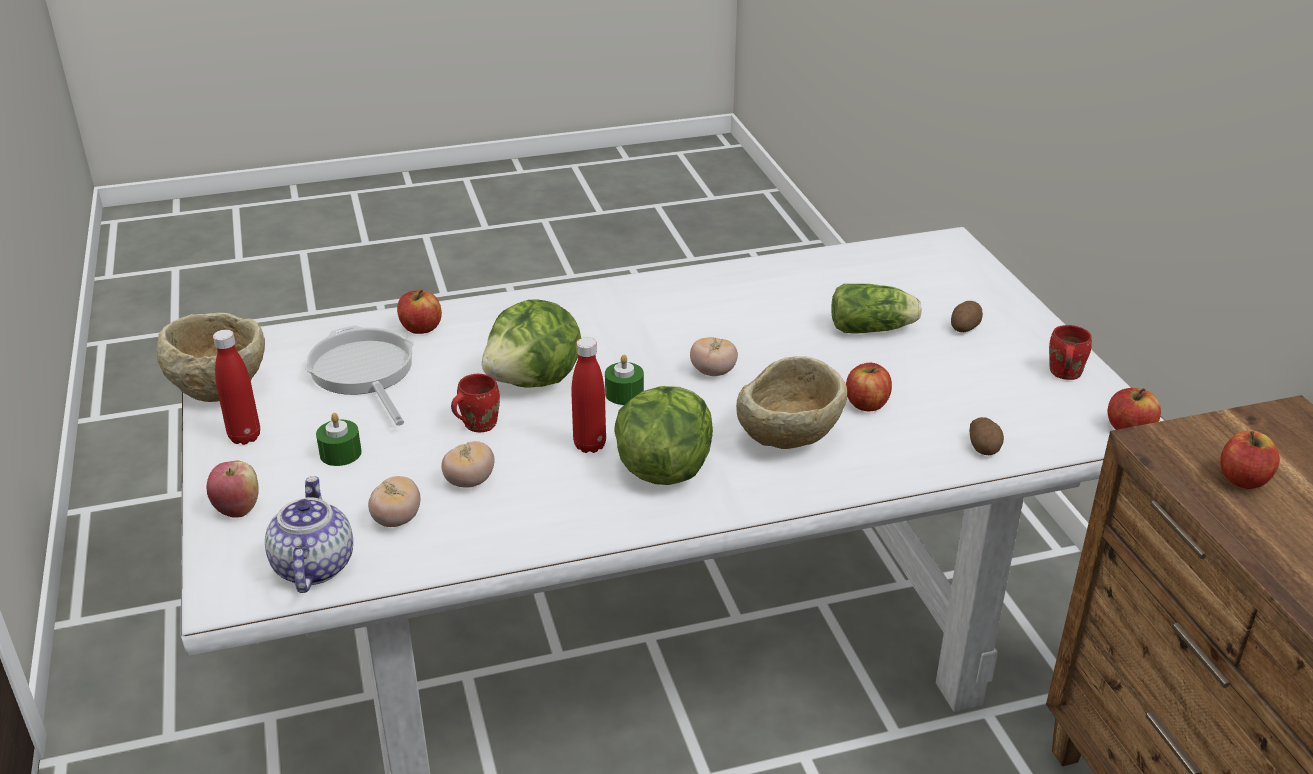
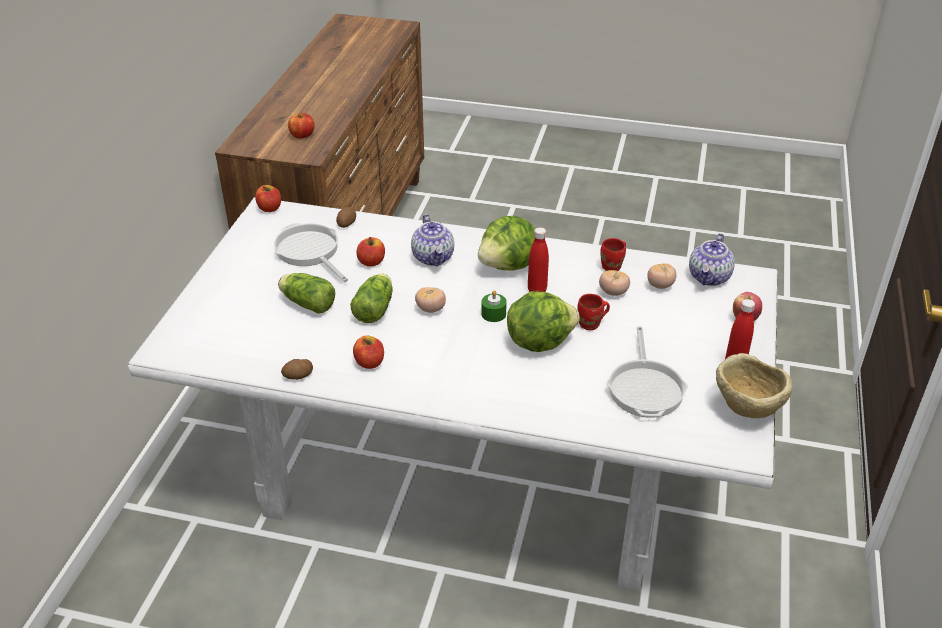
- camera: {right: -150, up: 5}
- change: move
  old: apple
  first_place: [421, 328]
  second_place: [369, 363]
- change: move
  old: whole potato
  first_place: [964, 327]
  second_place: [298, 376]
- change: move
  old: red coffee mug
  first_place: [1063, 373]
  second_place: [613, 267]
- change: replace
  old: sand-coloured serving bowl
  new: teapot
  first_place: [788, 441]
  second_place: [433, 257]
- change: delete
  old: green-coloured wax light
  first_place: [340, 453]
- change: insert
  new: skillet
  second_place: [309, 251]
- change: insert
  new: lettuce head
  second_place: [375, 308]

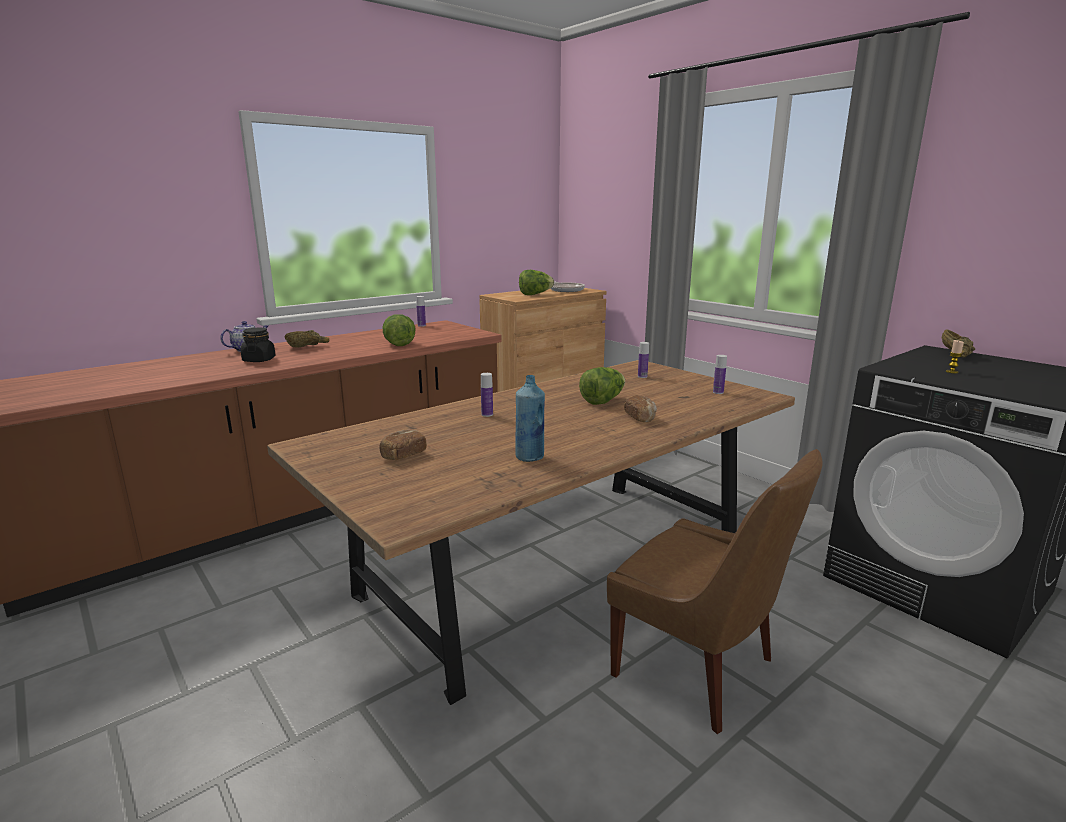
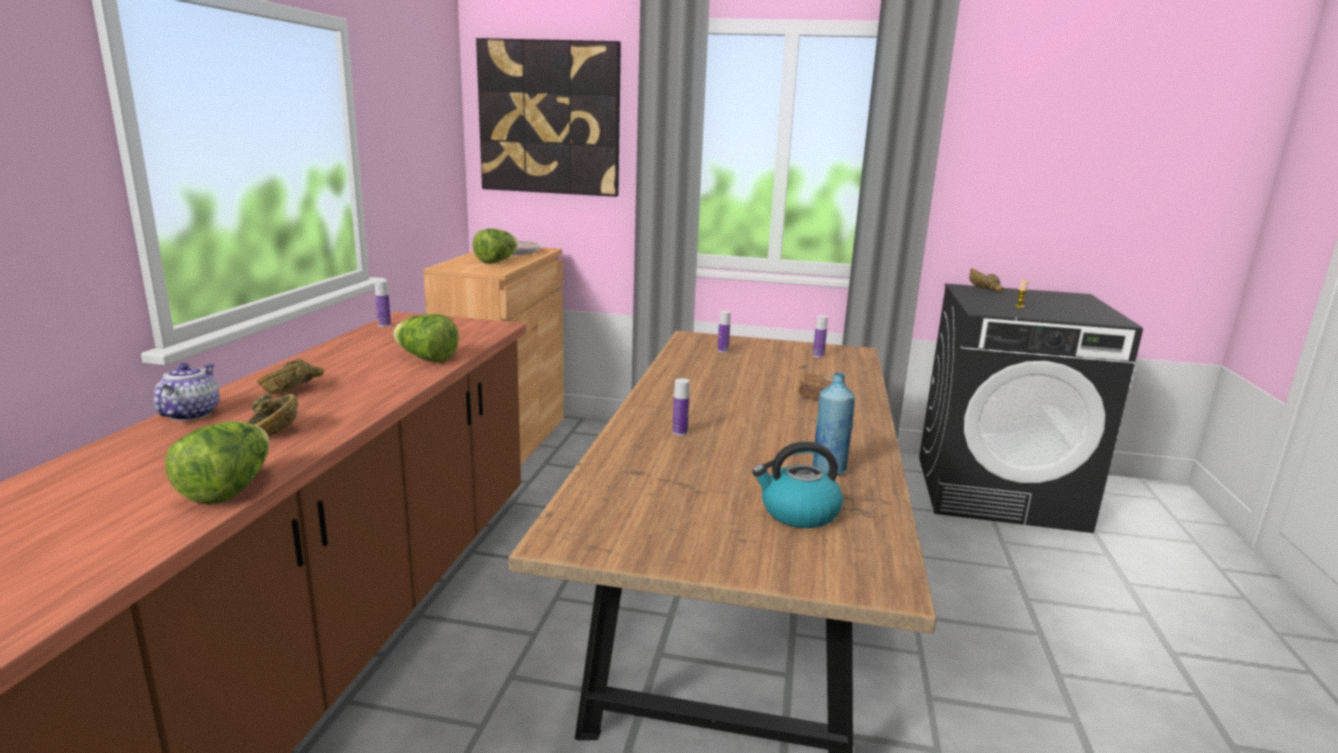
- camera: {right: -40, up: 0}
- change: replace
  old: black preserve jar
  new: brown-coloured serving bowl
  first_place: [259, 360]
  second_place: [270, 427]
- change: move
  old: lettuce head
  first_place: [602, 401]
  second_place: [228, 489]
- change: delete
  old: bread
  first_place: [403, 455]
- change: delete
  old: brown-coloured chair
  first_place: [699, 670]
- change: insert
  new: wall picture
  second_place: [550, 118]
- change: insert
  new: water kettle
  second_place: [798, 513]

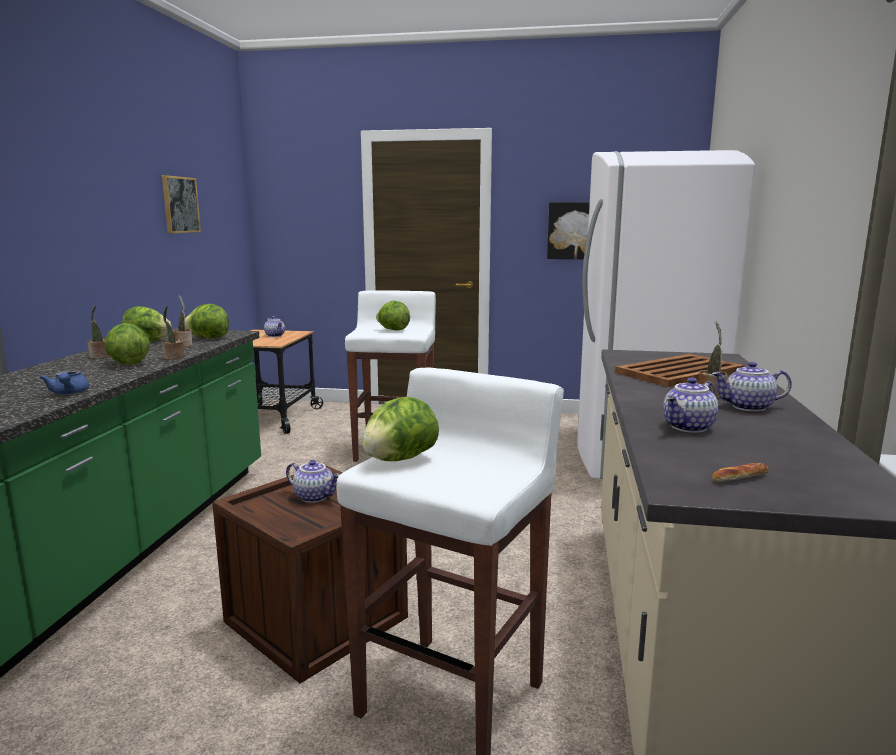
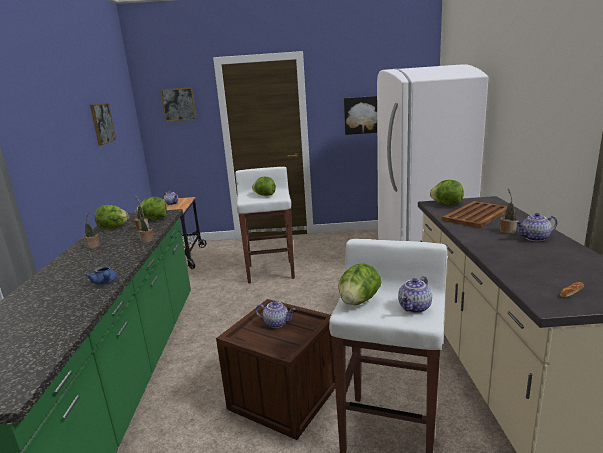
- camera: {right: -10, up: 5}
- change: move
  old: lettuce head
  first_place: [128, 364]
  second_place: [446, 204]
- change: move
  old: teapot
  first_place: [689, 427]
  second_place: [415, 308]
- change: insert
  new: wall picture
  second_place: [179, 104]

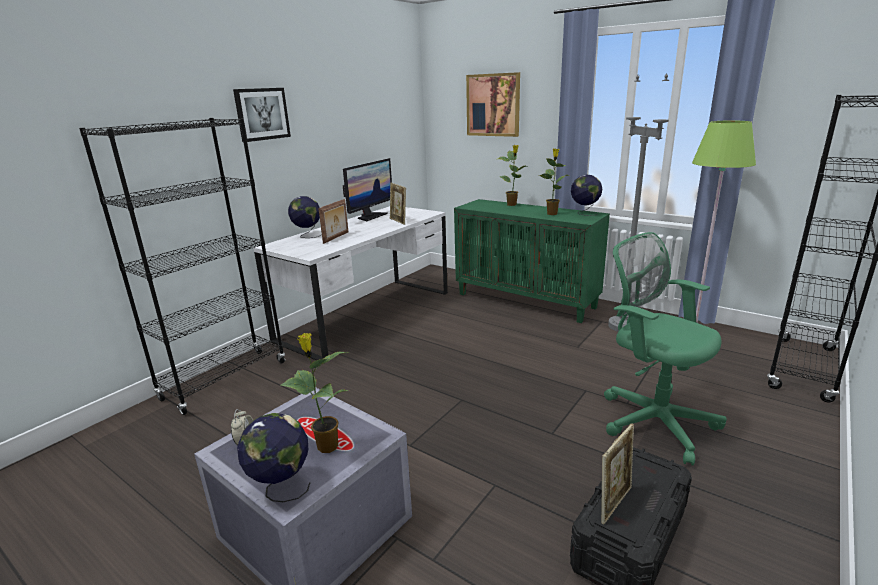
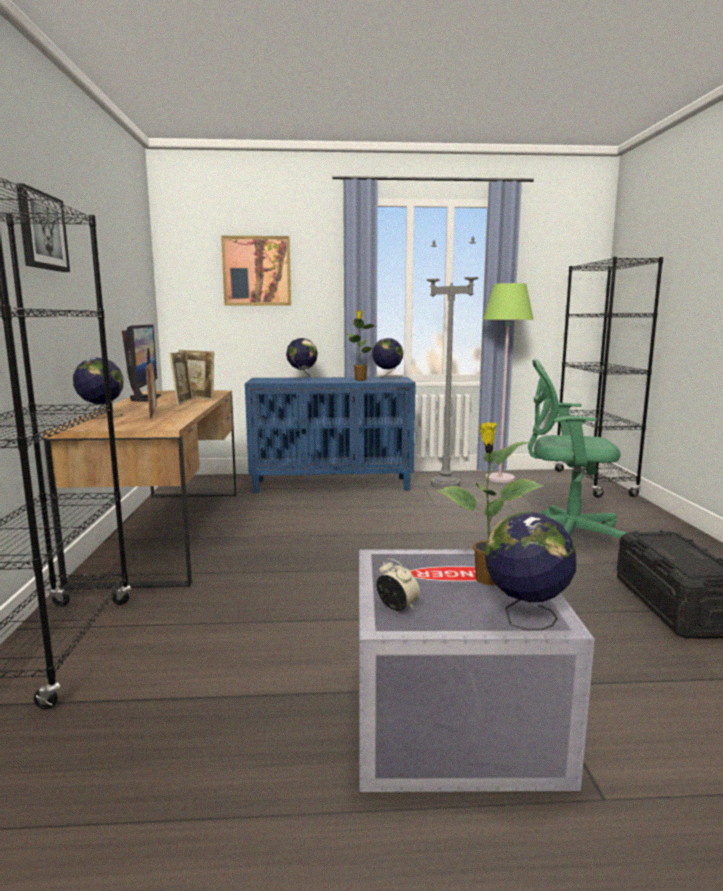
- camera: {right: -40, up: -10}
- change: replace
  old: potted plant
  new: desk globe
  first_place: [512, 204]
  second_place: [302, 378]
- change: recolor
  old: green-coloured cupboard
  new: bluish cupboard
  first_place: [526, 300]
  second_place: [332, 484]
- change: recolor
  old: white-coloured desk table
  new: brown-coloured desk table
  first_place: [367, 315]
  second_place: [168, 532]
- change: move
  old: picture frame
  first_place: [614, 503]
  second_place: [183, 402]

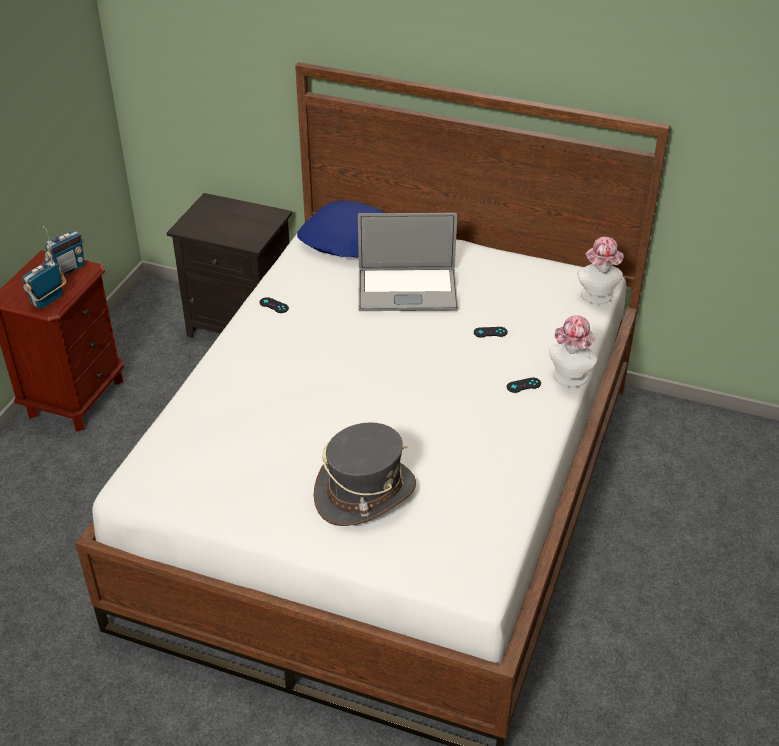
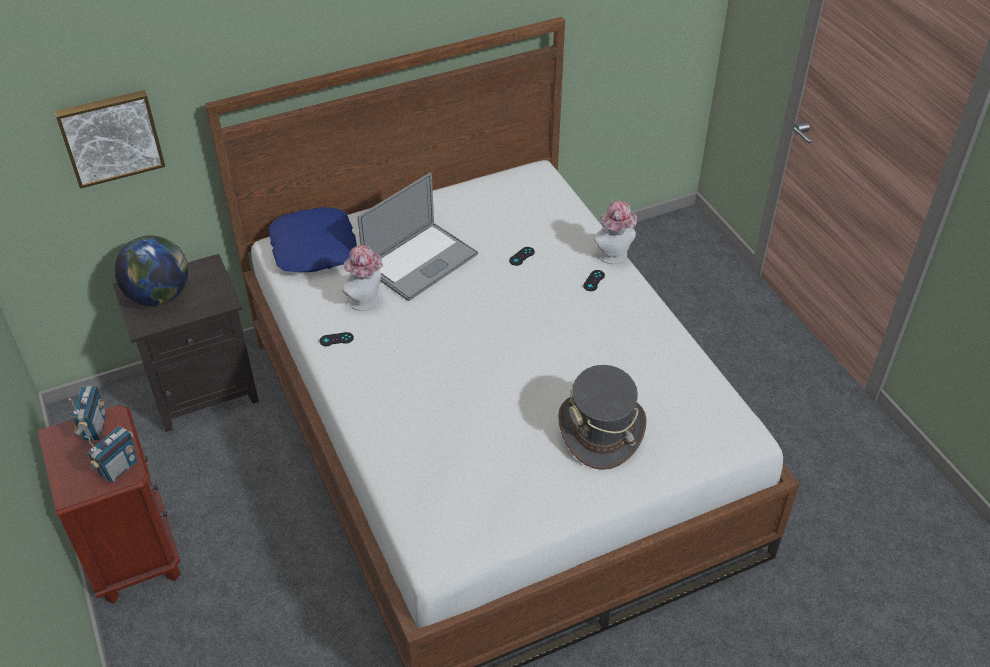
- camera: {right: -45, up: 5}
- change: move
  old: hat
  first_place: [597, 297]
  second_place: [366, 301]
- change: rotate
  old: radio receiver
  first_place: [48, 300]
  second_place: [118, 468]
  degrees: -135
- change: insert
  new: wall picture
  second_place: [110, 137]
- change: insert
  new: desk globe
  second_place: [159, 295]

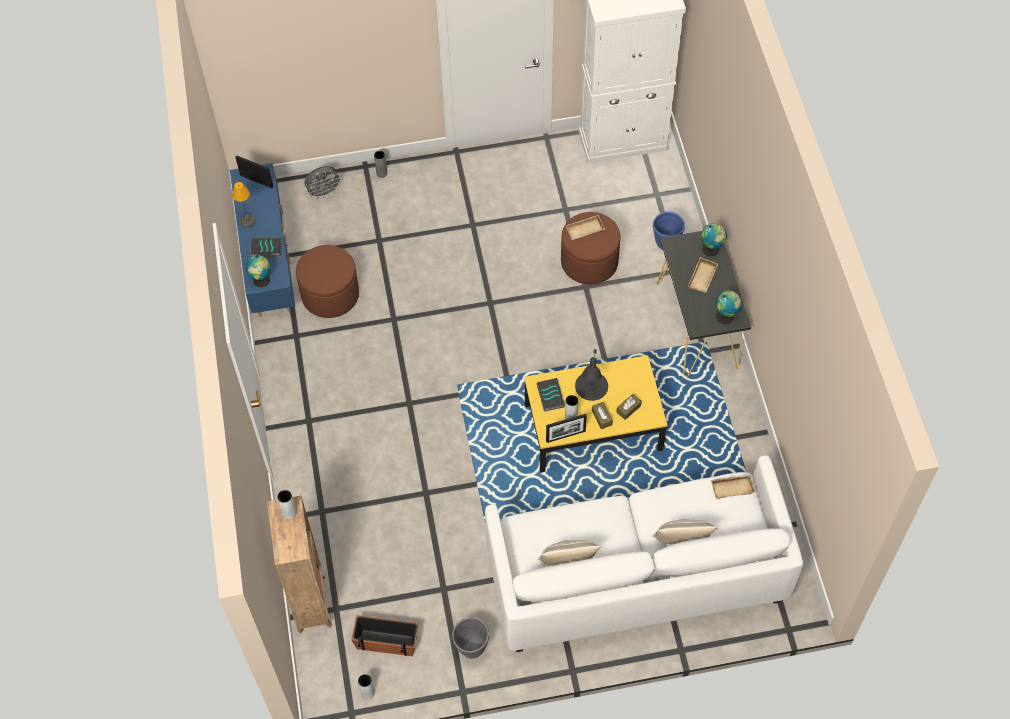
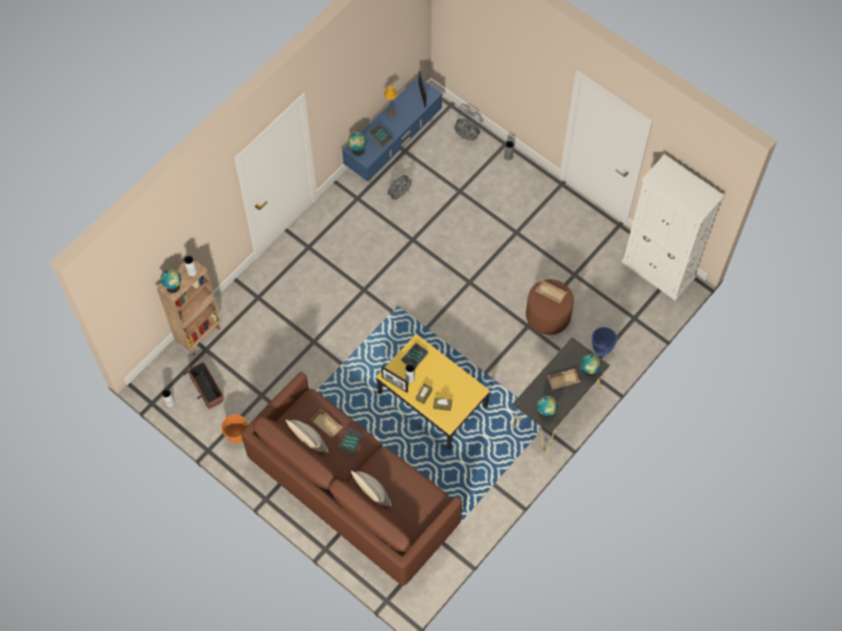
- camera: {right: 50, up: 5}
- change: replace
  old: brown-coloured ottoman
  new: gray cooling fan
  first_place: [330, 294]
  second_place: [399, 194]
- change: delete
  old: black tabletop lamp
  first_place: [591, 386]
- change: recolor
  old: white-coloured sofa
  new: brown-coloured sofa
  first_place: [635, 575]
  second_place: [353, 491]
- change: move
  old: sand-coloured serving tray
  first_place: [732, 487]
  second_place: [327, 424]
- change: recolor
  old: gray plant pot
  new: orange-coloured plant pot
  first_place: [471, 648]
  second_place: [237, 436]
- change: insert
  new: desk globe
  second_place: [174, 287]
- change: insert
  new: book
  second_place: [350, 442]

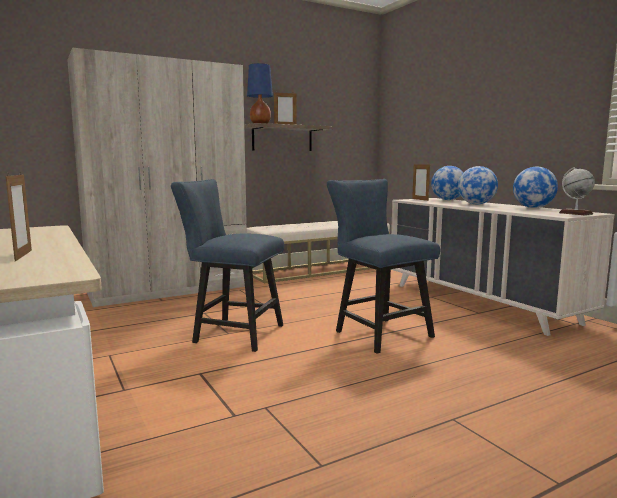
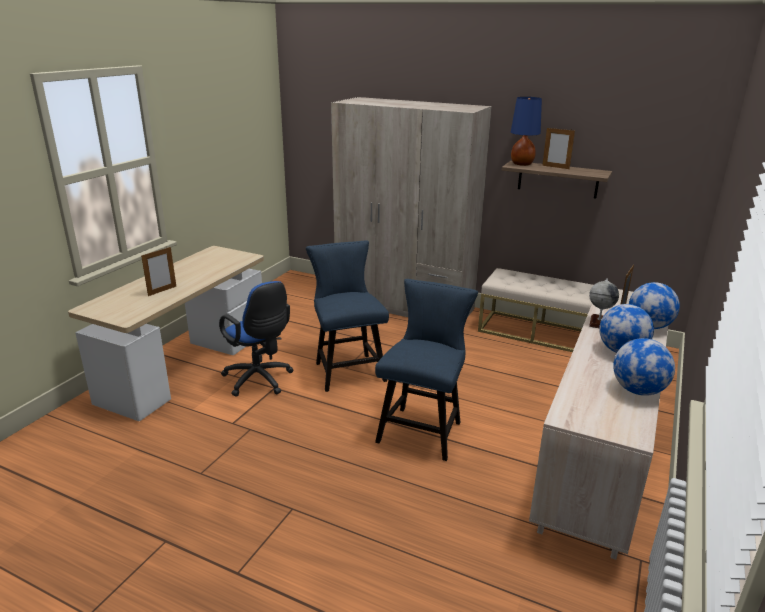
- camera: {right: 55, up: 15}
- change: move
  old: desk globe
  first_place: [575, 213]
  second_place: [599, 322]
- change: insert
  new: bluish computer chair
  second_place: [260, 381]

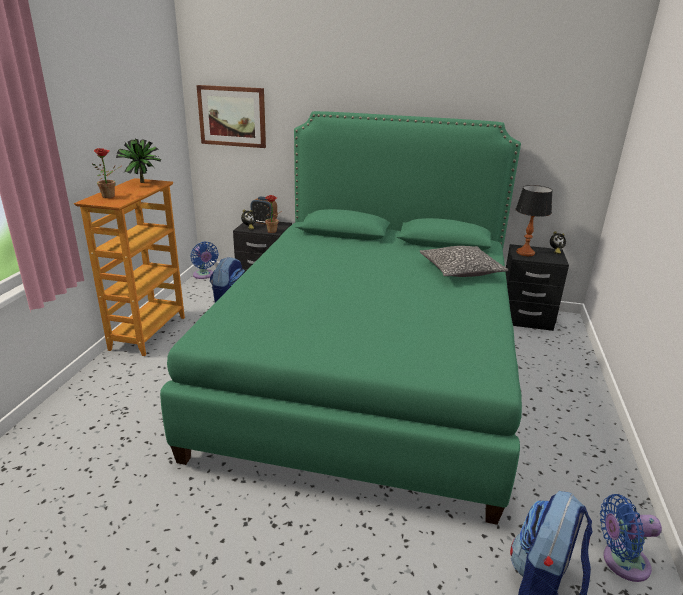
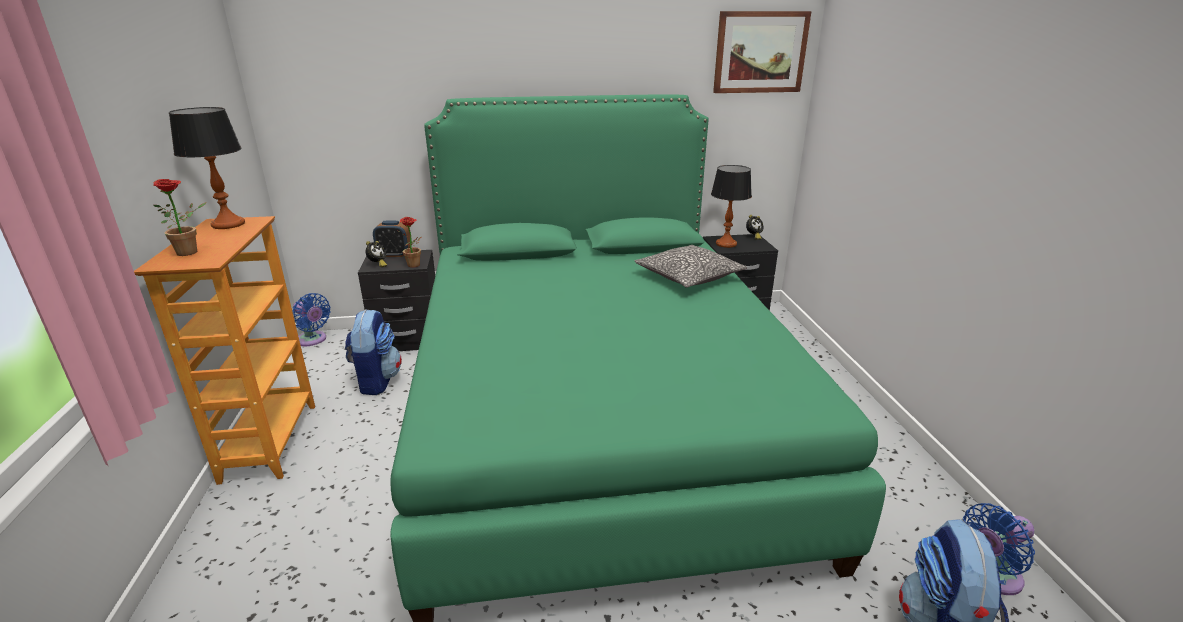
- camera: {right: -20, up: 0}
- change: move
  old: wall picture
  first_place: [232, 116]
  second_place: [760, 52]
- change: replace
  old: potted plant
  new: tabletop lamp
  first_place: [143, 183]
  second_place: [229, 224]

